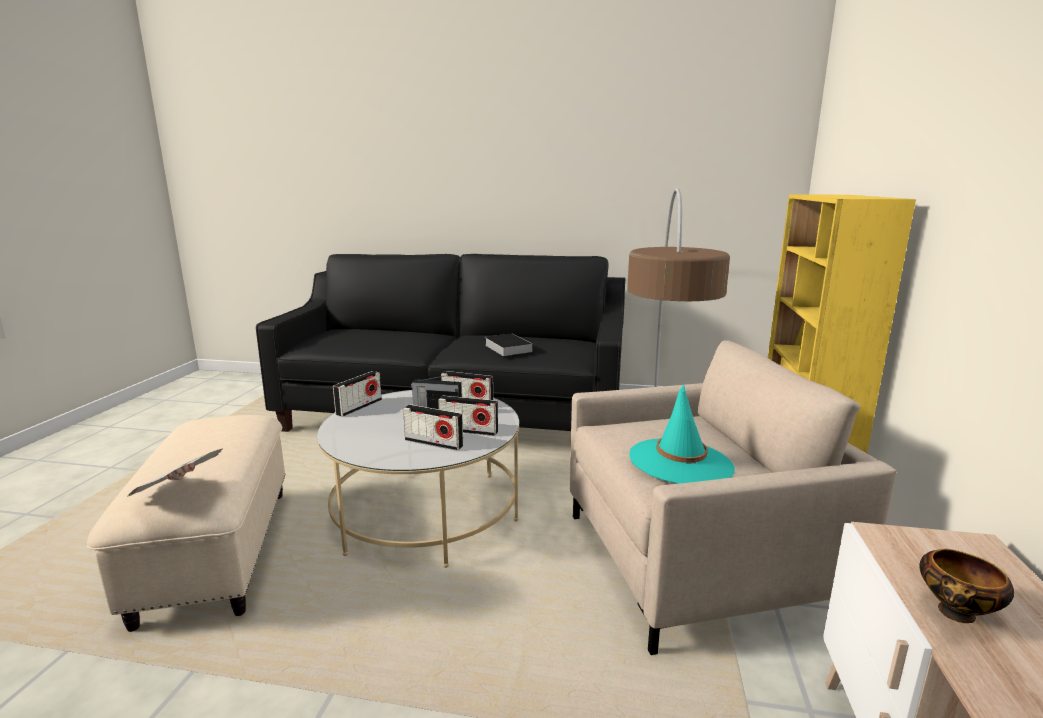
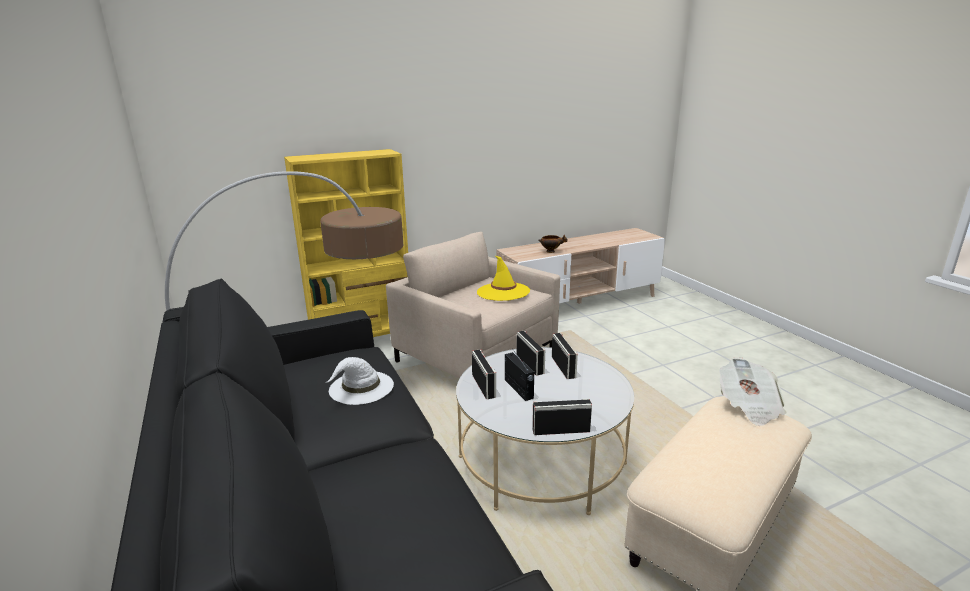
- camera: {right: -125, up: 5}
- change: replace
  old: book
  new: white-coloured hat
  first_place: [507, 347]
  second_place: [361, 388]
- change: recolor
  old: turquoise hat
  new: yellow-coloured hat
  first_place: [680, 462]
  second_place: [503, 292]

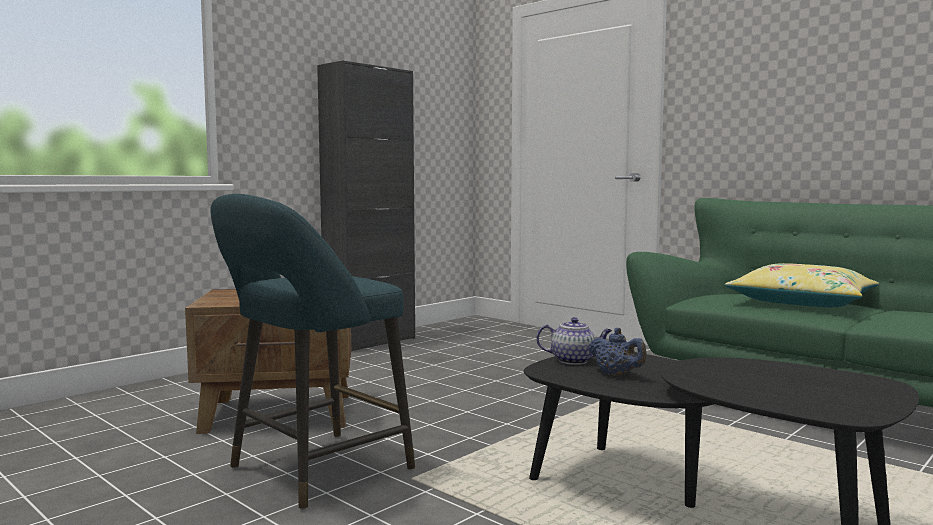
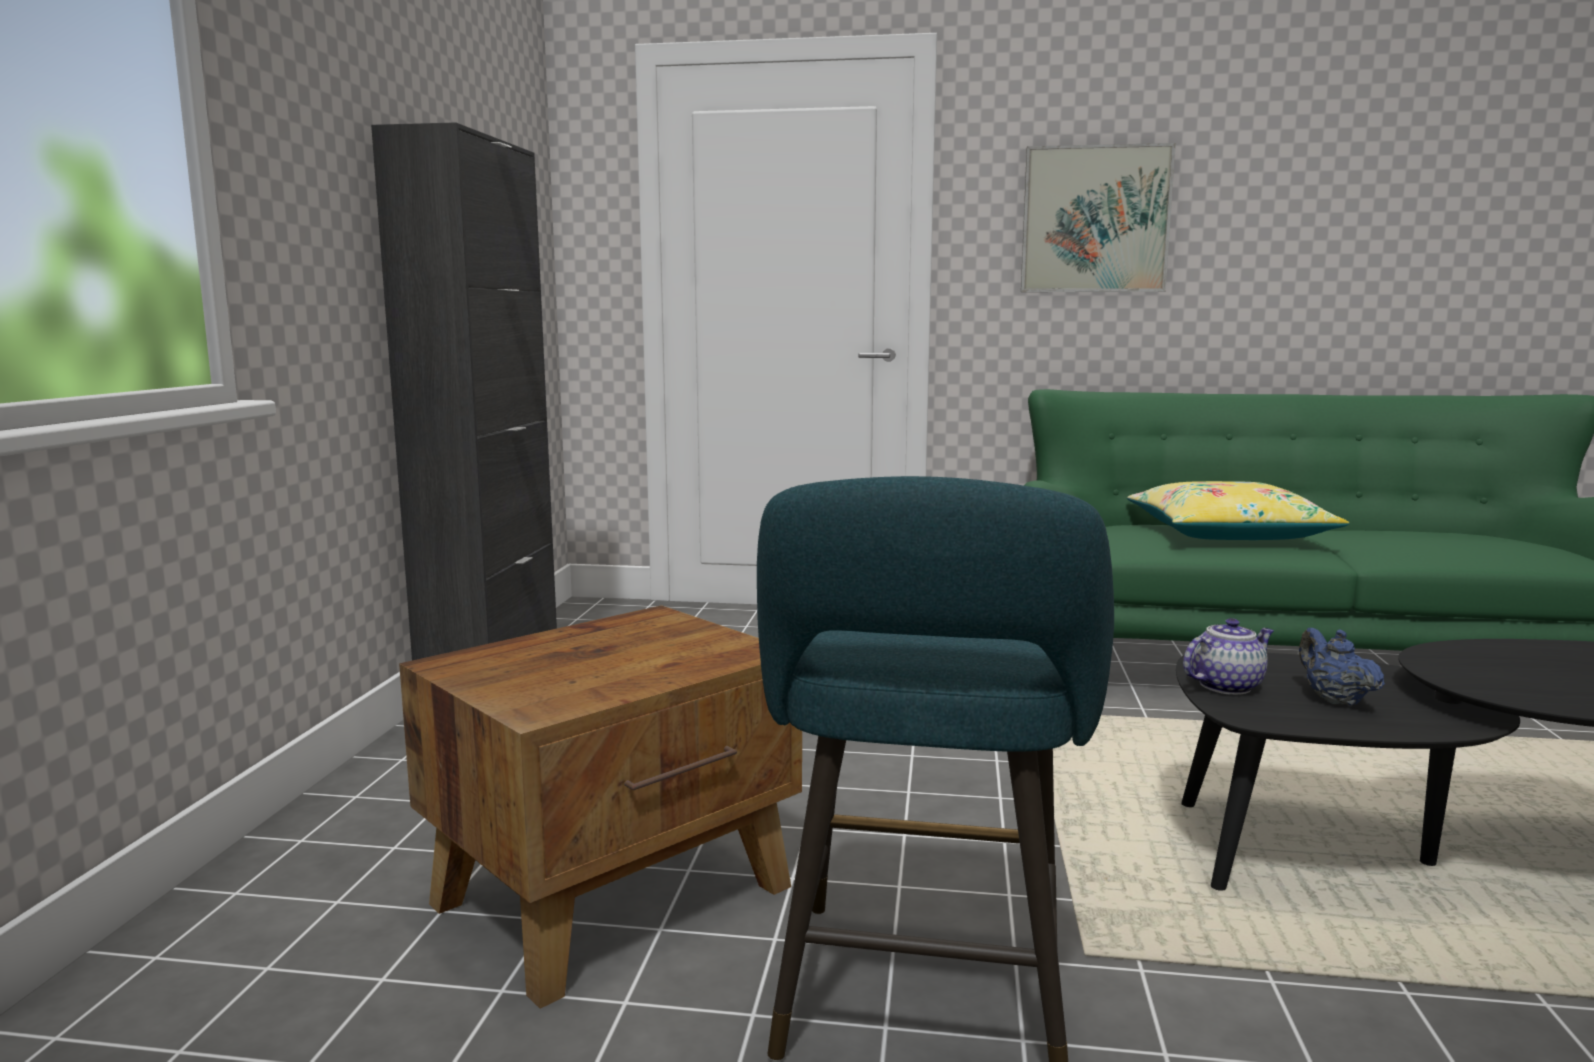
- camera: {right: -35, up: 5}
- change: rotate
  old: bluish teapot
  first_place: [617, 374]
  second_place: [1334, 699]
  degrees: -120
- change: insert
  new: wall picture
  second_place: [1095, 219]

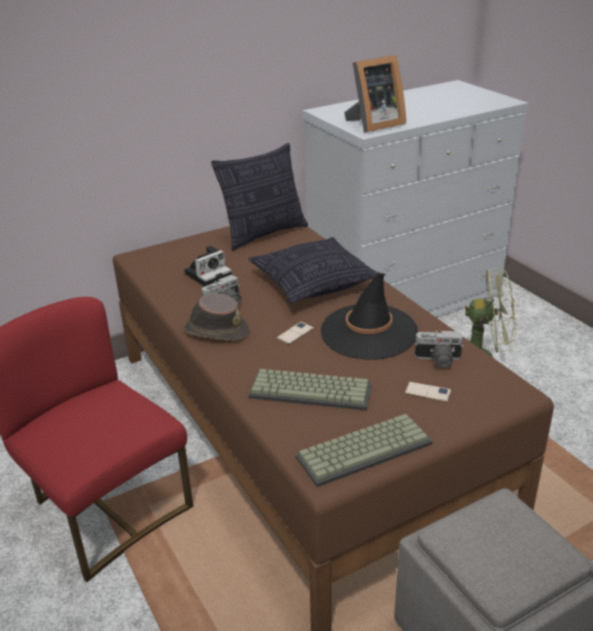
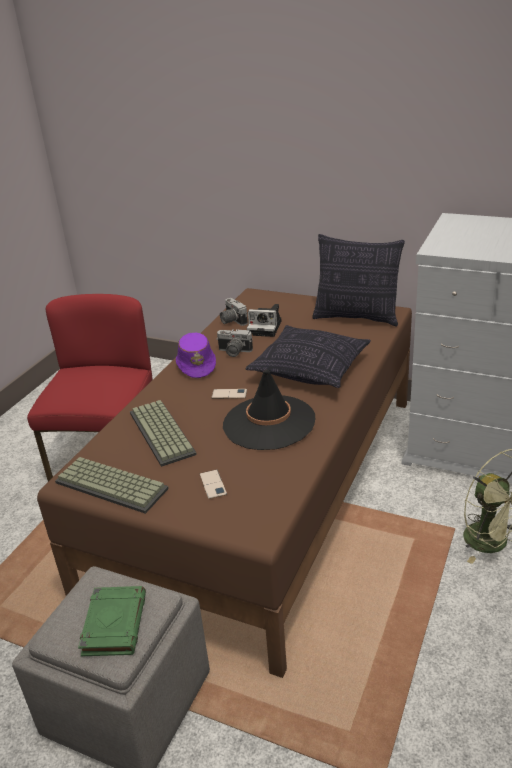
- camera: {right: 55, up: 0}
- change: delete
  old: picture frame
  first_place: [373, 124]
- change: recolor
  old: brown-coloured hat
  new: purplish hat
  first_place: [216, 331]
  second_place: [196, 365]
- change: move
  old: photo camera
  first_place: [438, 360]
  second_place: [231, 321]
- change: insert
  new: green-coloured book
  second_place: [114, 624]

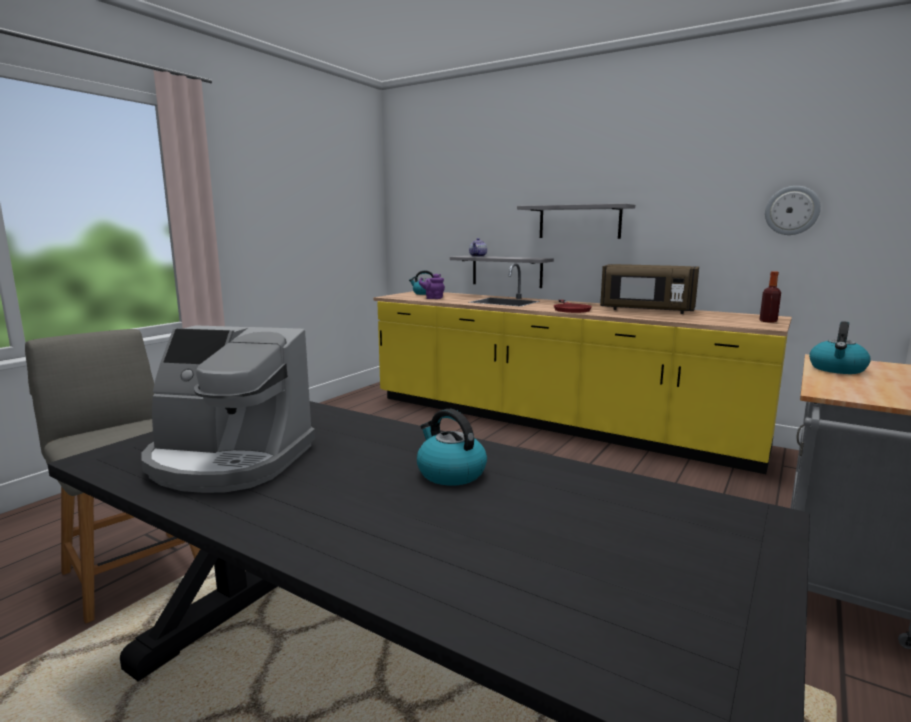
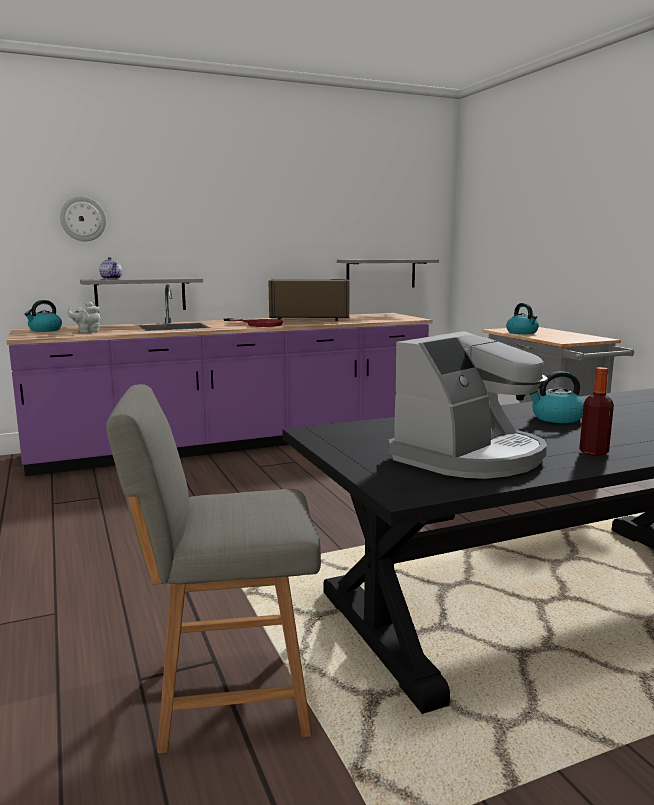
- camera: {right: -55, up: 0}
- change: move
  old: wall clock
  first_place: [792, 210]
  second_place: [83, 219]
- change: move
  old: gray shelf
  first_place: [579, 222]
  second_place: [381, 273]
- change: recolor
  old: yellow-coloured kitchen base unit
  new: purplish kitchen base unit
  first_place: [551, 422]
  second_place: [238, 443]
- change: rotate
  old: brown-coloured microwave oven
  first_place: [646, 310]
  second_place: [309, 319]
  degrees: -150
- change: move
  old: beverage bottle
  first_place: [768, 321]
  second_place: [593, 452]
- change: recolor
  old: purplish teapot
  new: gray teapot
  first_place: [433, 298]
  second_place: [87, 332]

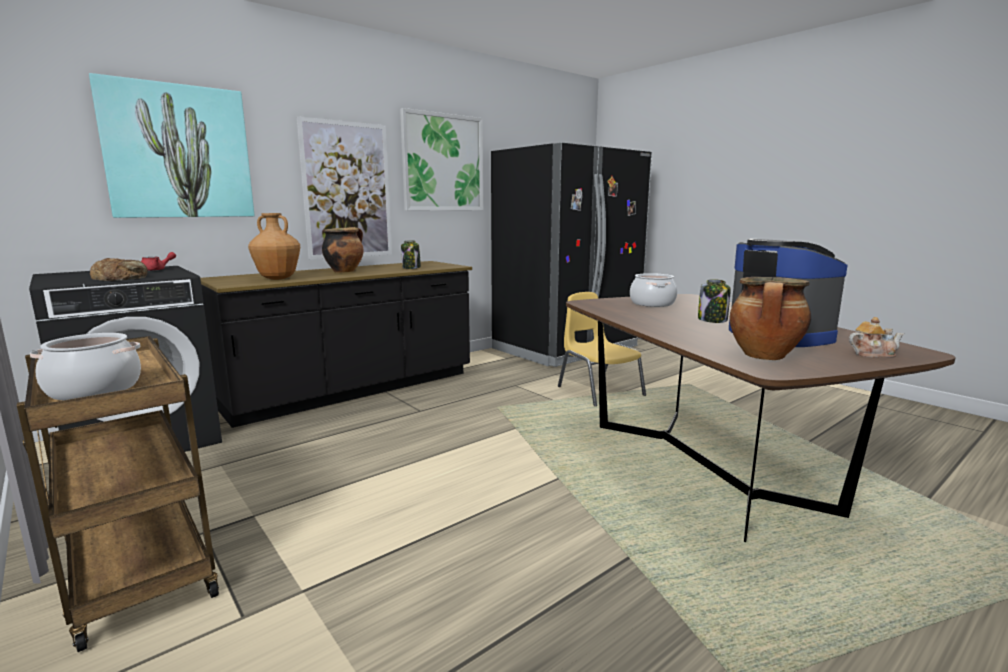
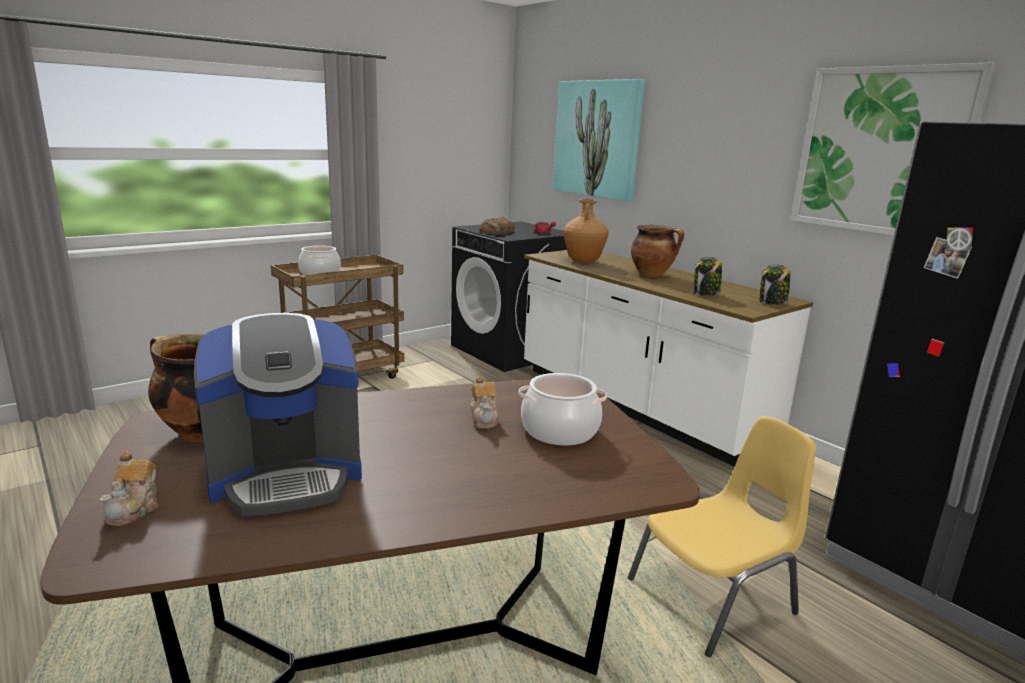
- camera: {right: 90, up: 5}
- change: delete
  old: wall picture
  first_place: [347, 190]
- change: recolor
  old: black kitchen base unit
  new: white-coloured kitchen base unit
  first_place: [354, 391]
  second_place: [637, 406]
- change: move
  old: preserve jar
  first_place: [713, 320]
  second_place: [772, 302]
- change: insert
  new: teapot
  second_place: [484, 419]

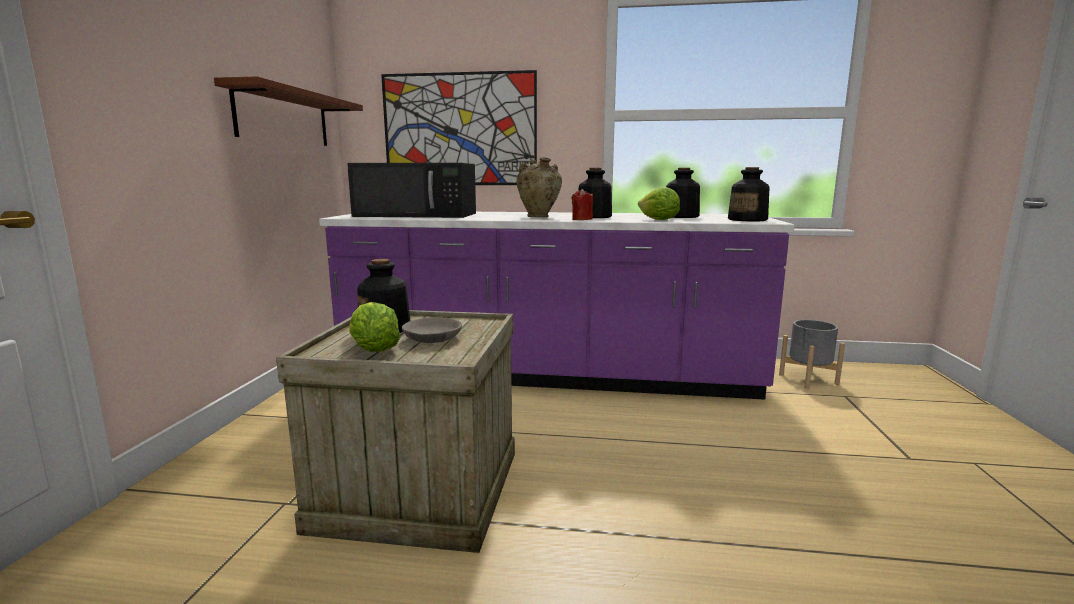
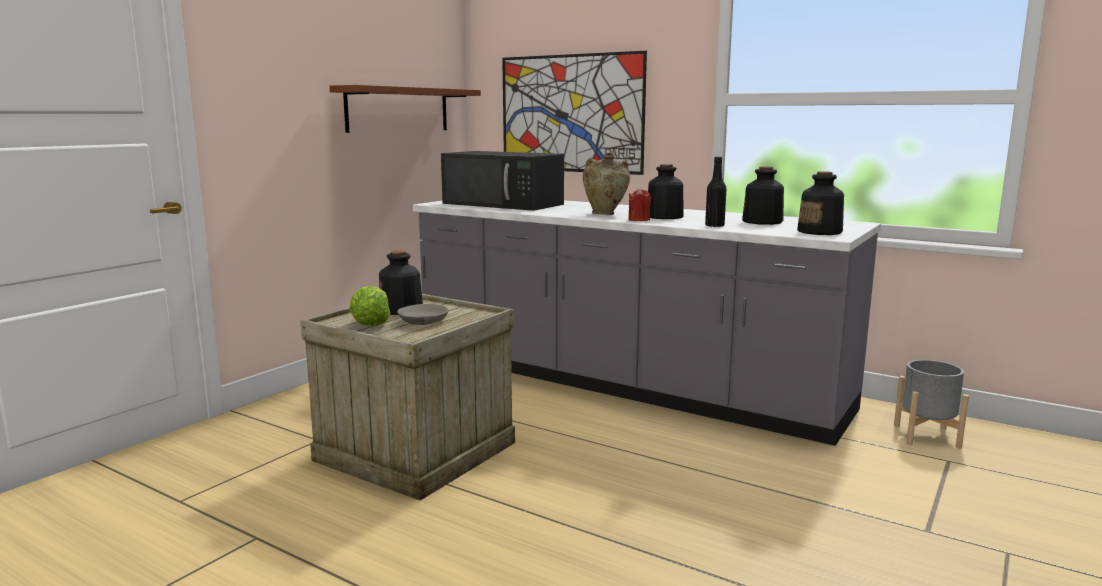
- camera: {right: 25, up: 0}
- change: replace
  old: lettuce head
  new: black beverage bottle
  first_place: [658, 220]
  second_place: [714, 226]
- change: recolor
  old: purplish kitchen base unit
  new: gray kitchen base unit
  first_place: [549, 375]
  second_place: [621, 383]

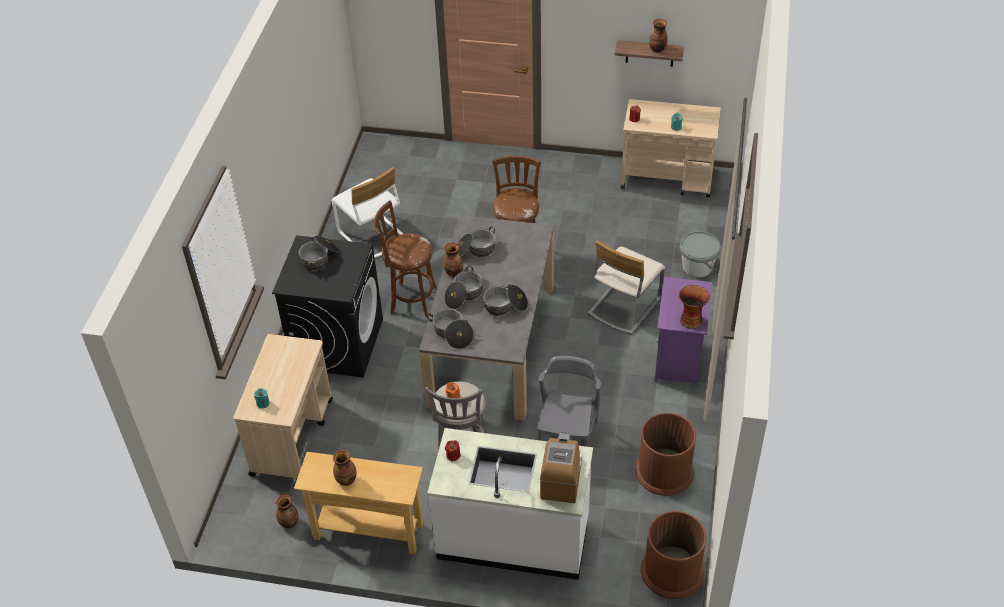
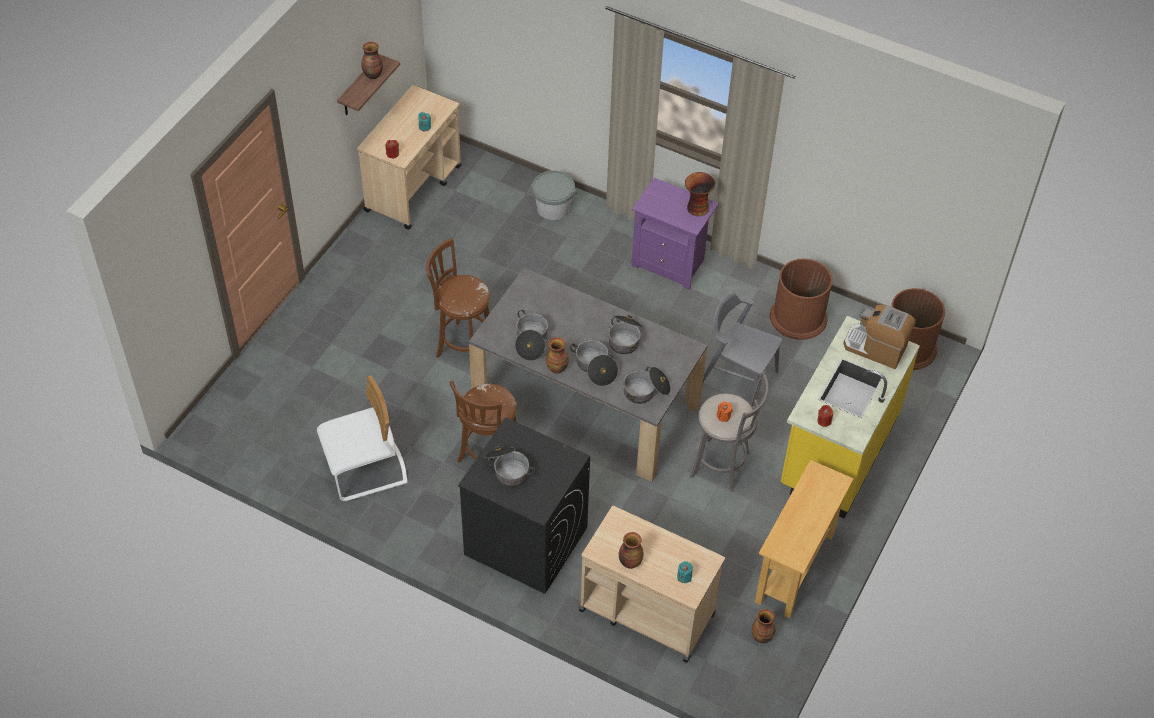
- camera: {right: -75, up: 5}
- change: delete
  old: sand-coloured chair
  first_place: [624, 306]
- change: recolor
  old: white-coloured kitchen base unit
  new: yellow-coloured kitchen base unit
  first_place: [513, 537]
  second_place: [837, 451]
- change: move
  old: flower vase
  first_place: [346, 479]
  second_place: [629, 561]

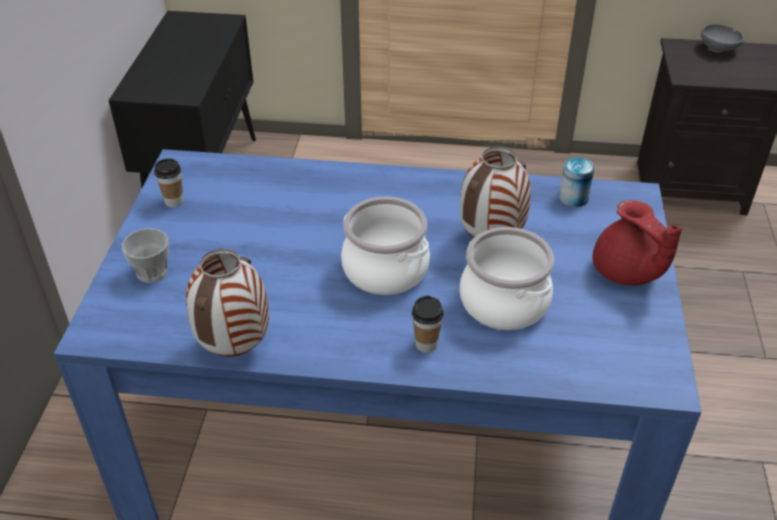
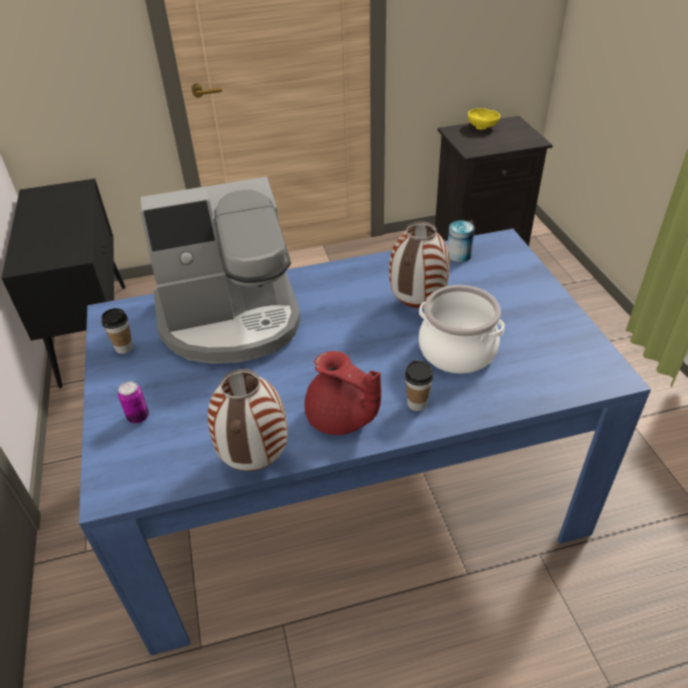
- camera: {right: -20, up: 0}
- change: recolor
  old: gray serving bowl
  new: yellow-coloured serving bowl
  first_place: [719, 49]
  second_place: [483, 127]
- change: delete
  old: stockpot
  first_place: [386, 269]
- change: move
  old: red teapot
  first_place: [626, 272]
  second_place: [341, 419]
- change: replace
  old: small cup
  new: sealed can
  first_place: [152, 272]
  second_place: [138, 417]
- change: insert
  new: coffee maker
  second_place: [231, 319]

